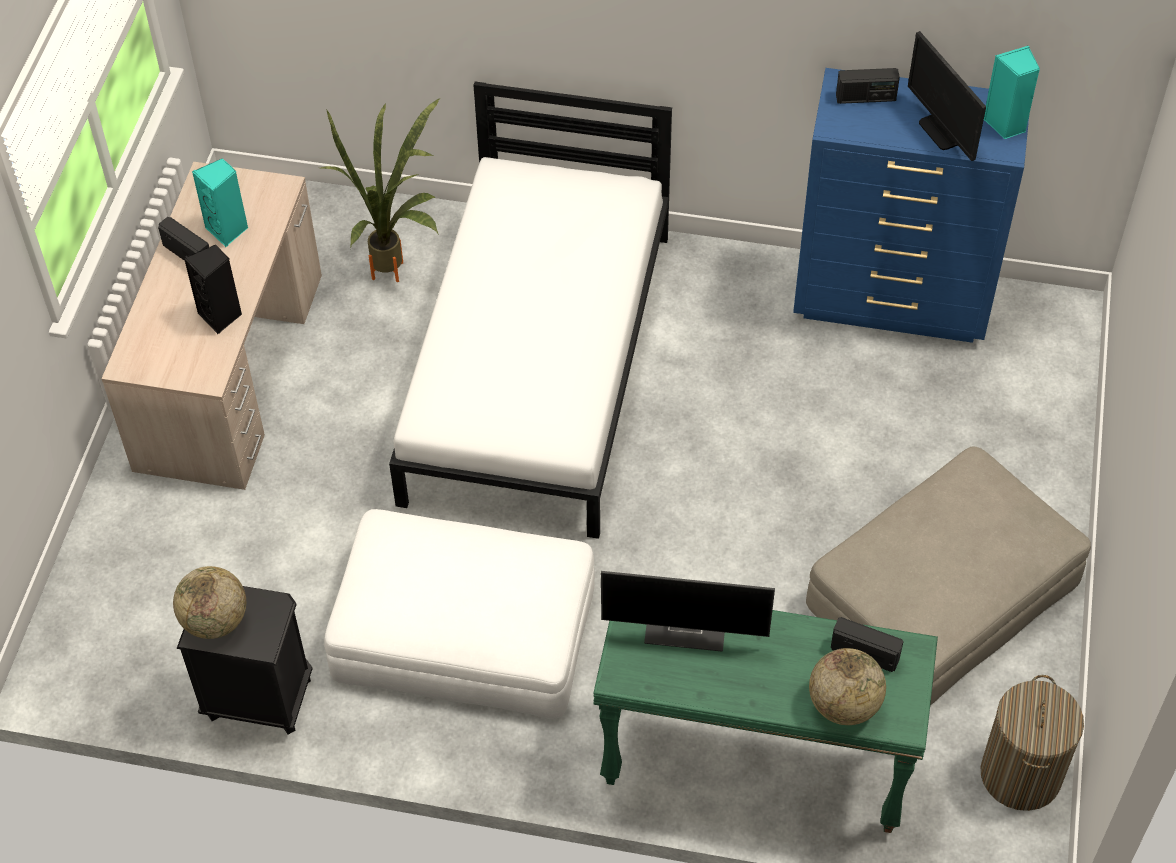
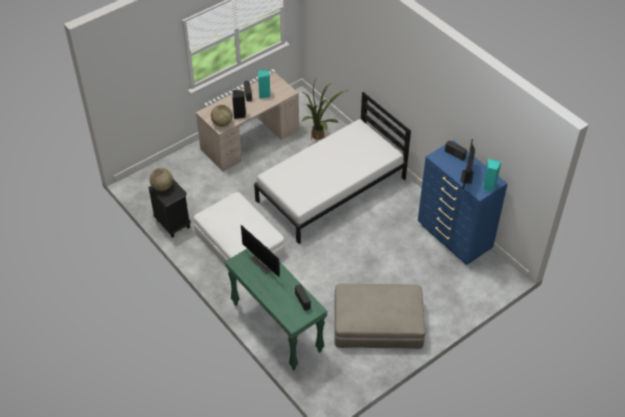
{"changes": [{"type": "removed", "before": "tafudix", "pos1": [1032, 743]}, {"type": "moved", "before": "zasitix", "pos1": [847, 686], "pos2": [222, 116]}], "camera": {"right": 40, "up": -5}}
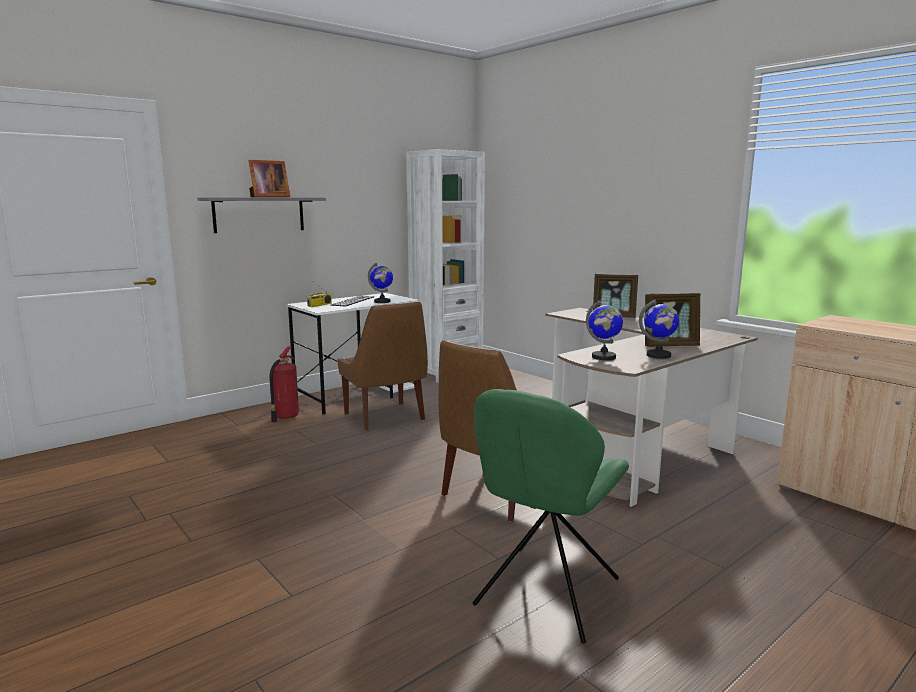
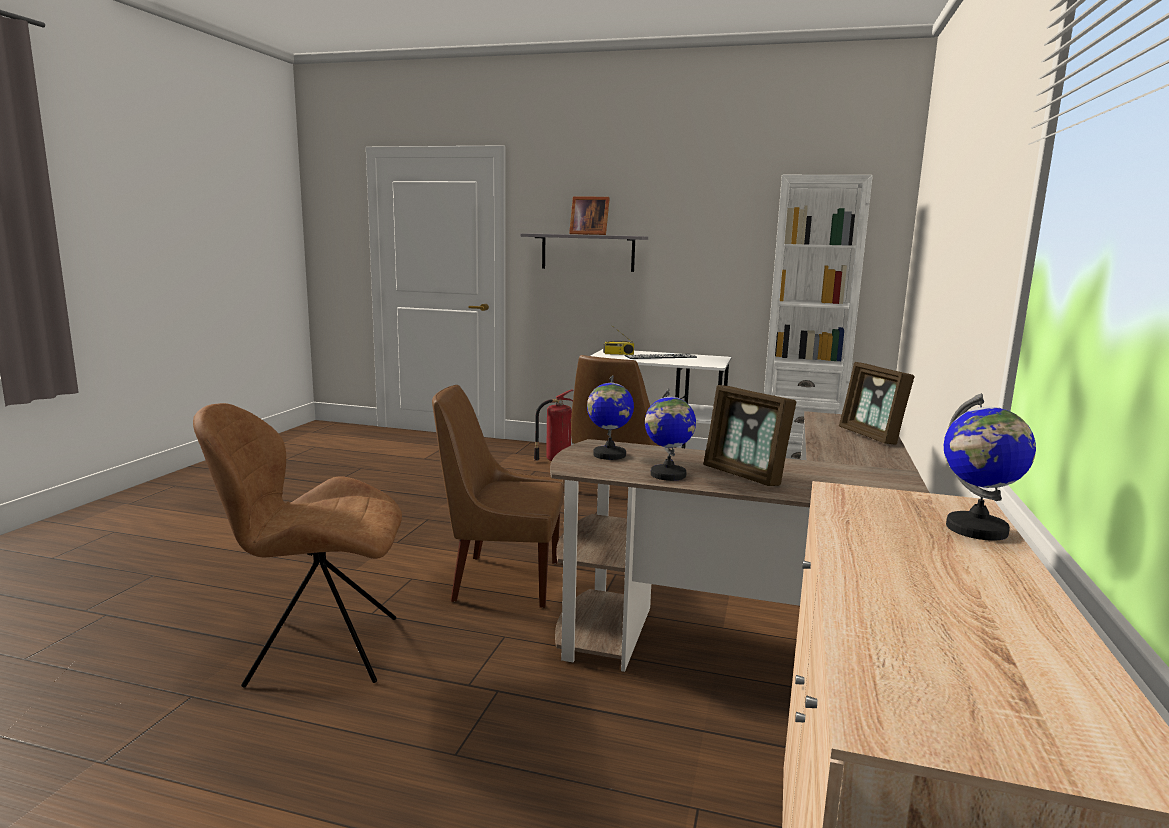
{"changes": [{"type": "moved", "before": "zasitix", "pos1": [380, 283], "pos2": [990, 466]}, {"type": "recoloured", "before": "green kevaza", "after": "brown kevaza", "pos1": [551, 516], "pos2": [297, 545]}], "camera": {"right": 55, "up": 0}}
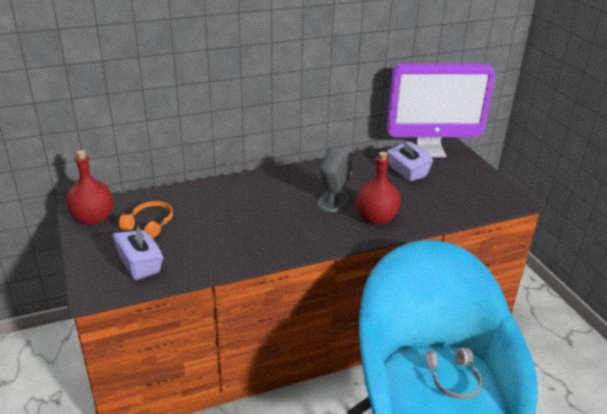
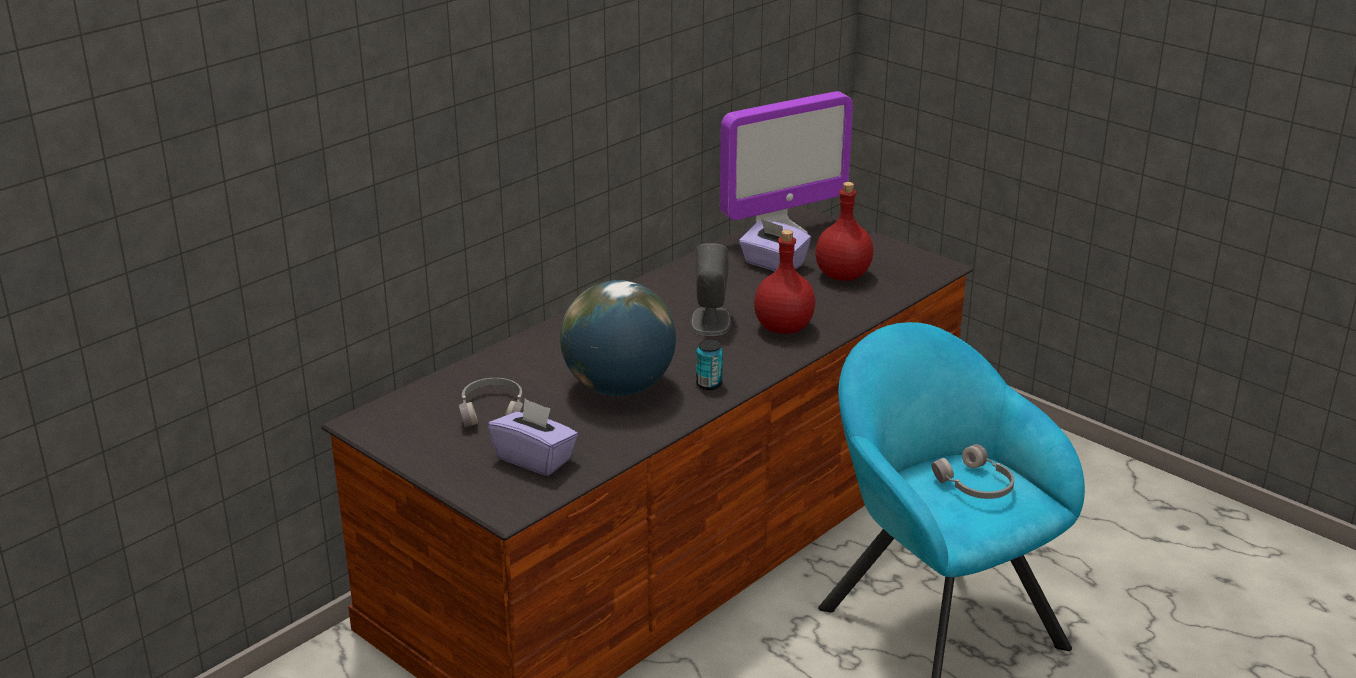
{"changes": [{"type": "added", "after": "zasitix", "pos2": [618, 338]}, {"type": "added", "after": "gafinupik", "pos2": [709, 365]}, {"type": "moved", "before": "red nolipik", "pos1": [90, 187], "pos2": [844, 231]}, {"type": "recoloured", "before": "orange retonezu", "after": "grey retonezu", "pos1": [146, 219], "pos2": [491, 402]}], "camera": {"right": -25, "up": -5}}
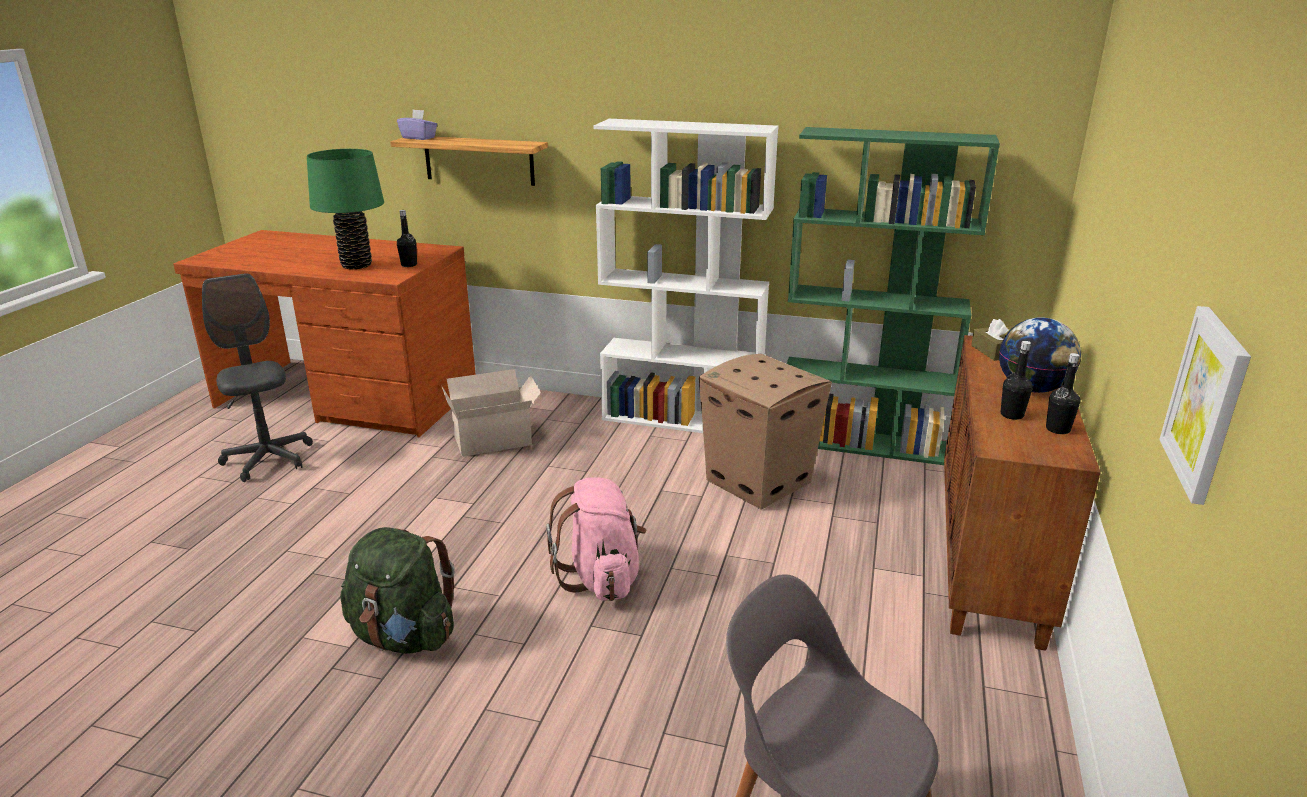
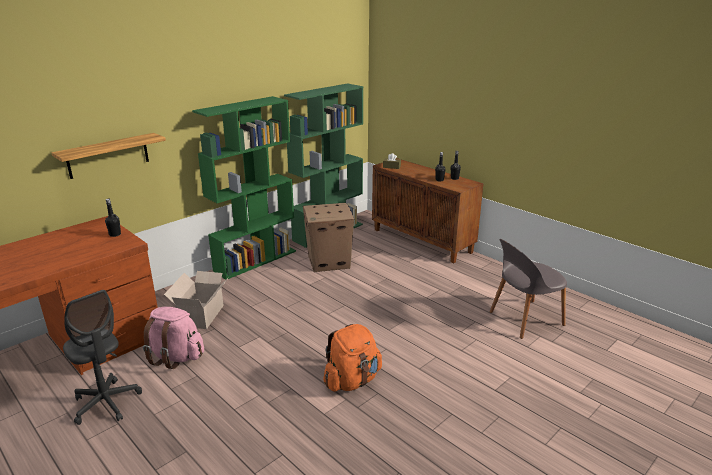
{"changes": [{"type": "removed", "before": "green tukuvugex", "pos1": [345, 209]}, {"type": "removed", "before": "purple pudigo", "pos1": [417, 124]}, {"type": "removed", "before": "zasitix", "pos1": [1040, 355]}, {"type": "removed", "before": "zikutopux", "pos1": [1205, 405]}, {"type": "moved", "before": "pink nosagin", "pos1": [596, 539], "pos2": [173, 338]}, {"type": "recoloured", "before": "green nosagin", "after": "orange nosagin", "pos1": [397, 590], "pos2": [352, 358]}, {"type": "recoloured", "before": "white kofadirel", "after": "green kofadirel", "pos1": [686, 276], "pos2": [244, 188]}, {"type": "turned", "before": "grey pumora", "pos1": [257, 377], "pos2": [102, 357], "turn": -135}], "camera": {"right": -60, "up": 0}}
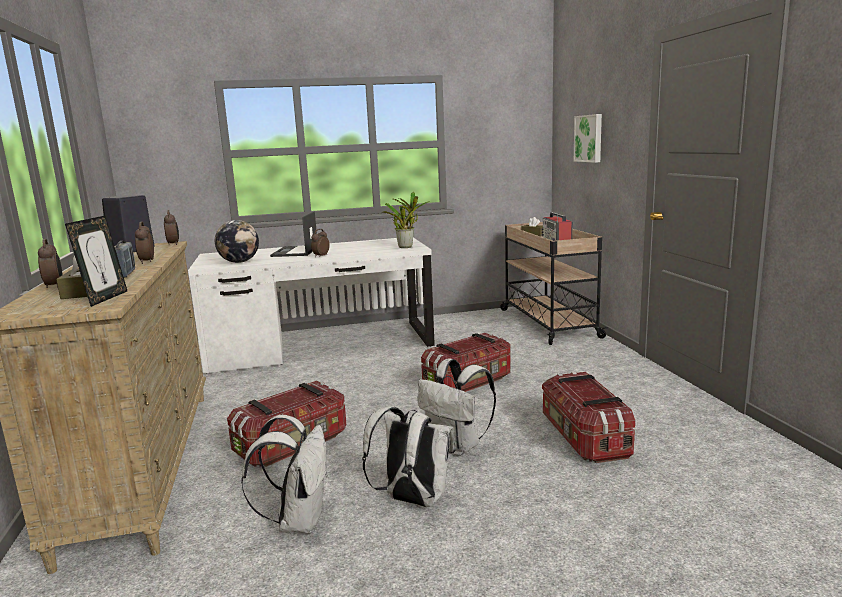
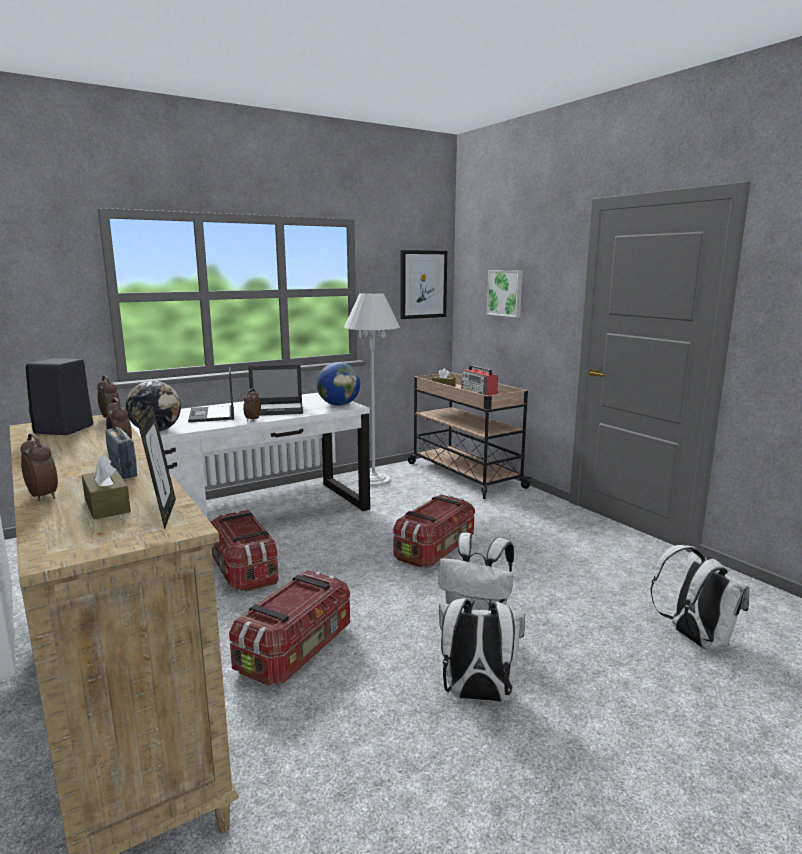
{"changes": [{"type": "added", "after": "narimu", "pos2": [275, 390]}, {"type": "added", "after": "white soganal", "pos2": [372, 389]}, {"type": "added", "after": "zikutopux", "pos2": [424, 284]}, {"type": "moved", "before": "white nosagin", "pos1": [284, 474], "pos2": [700, 597]}, {"type": "moved", "before": "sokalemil", "pos1": [588, 417], "pos2": [245, 551]}, {"type": "replaced", "before": "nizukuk", "after": "zasitix", "pos1": [406, 220], "pos2": [338, 384]}], "camera": {"right": -20, "up": 0}}
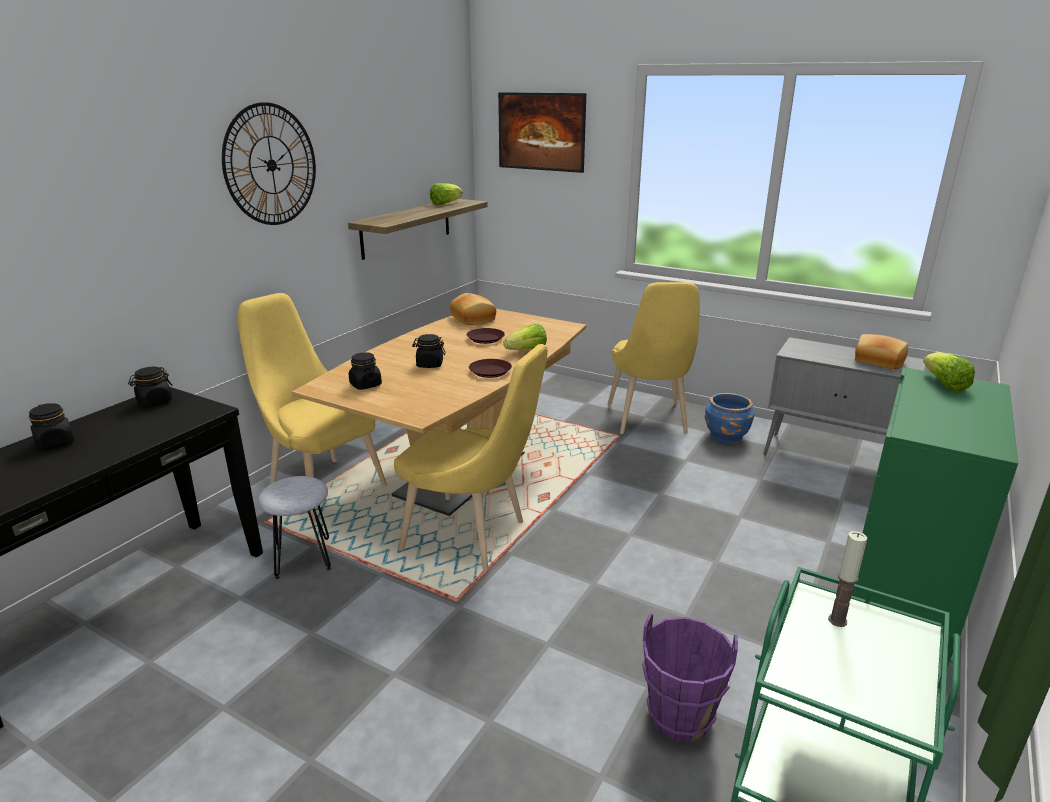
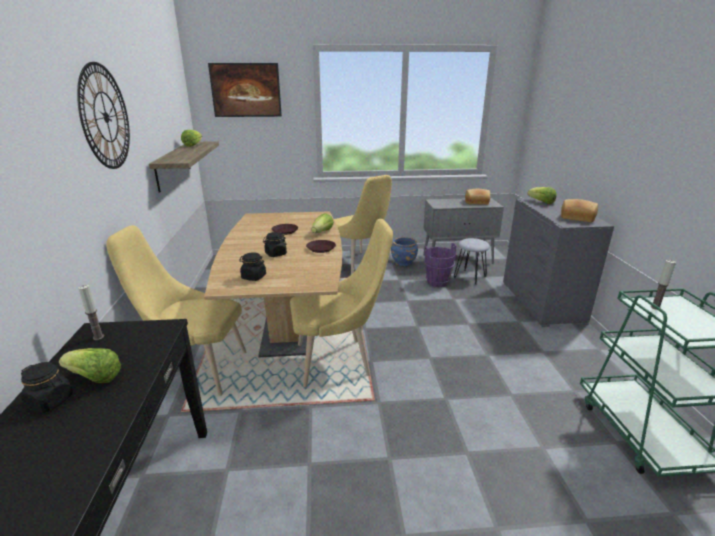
{"changes": [{"type": "added", "after": "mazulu", "pos2": [90, 365]}, {"type": "moved", "before": "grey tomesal", "pos1": [294, 527], "pos2": [472, 261]}, {"type": "moved", "before": "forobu", "pos1": [473, 309], "pos2": [579, 210]}, {"type": "moved", "before": "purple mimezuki", "pos1": [690, 678], "pos2": [440, 265]}, {"type": "replaced", "before": "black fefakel", "after": "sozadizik", "pos1": [150, 387], "pos2": [91, 312]}, {"type": "recoloured", "before": "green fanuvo", "after": "grey fanuvo", "pos1": [935, 506], "pos2": [558, 262]}], "camera": {"right": -35, "up": 0}}
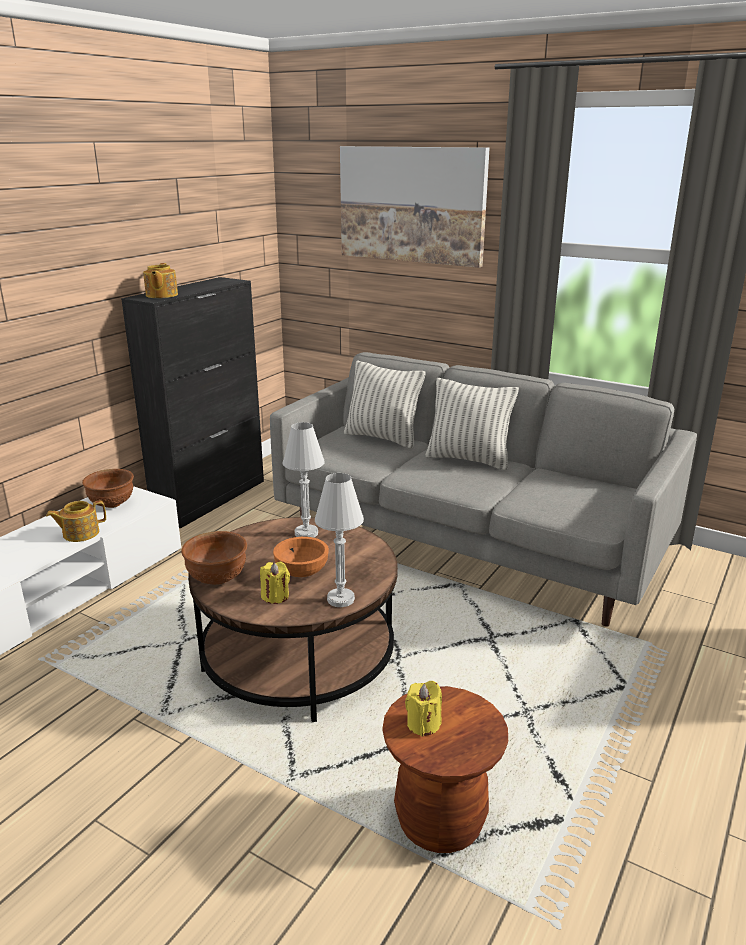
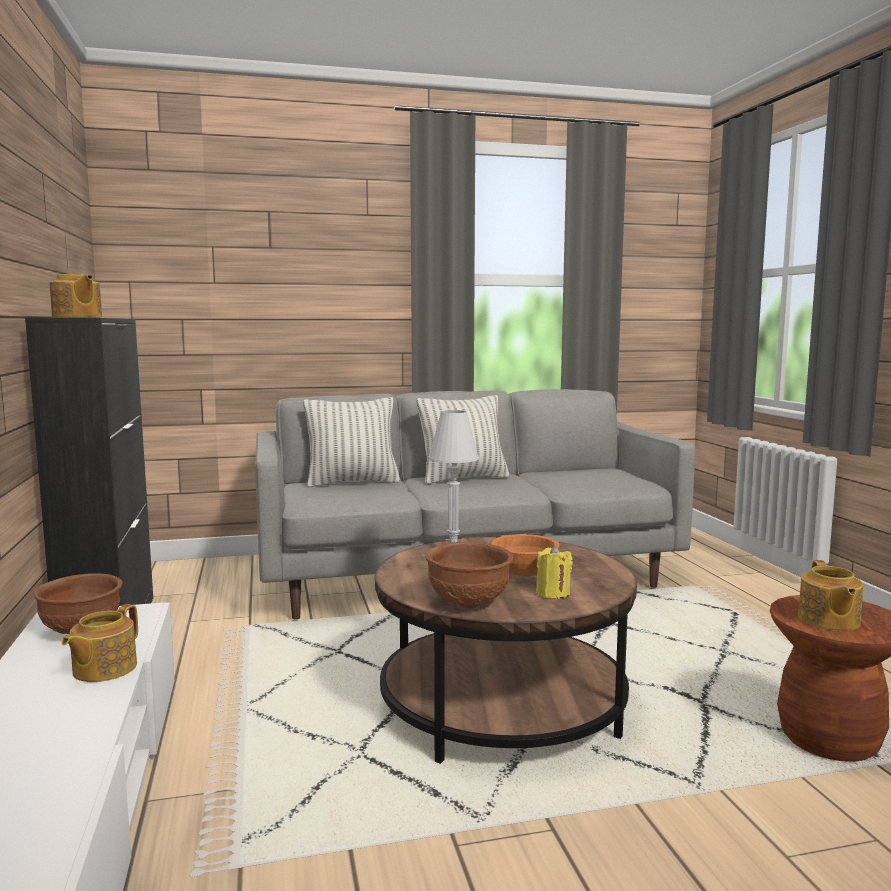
{"changes": [{"type": "removed", "before": "white tukuvugex", "pos1": [339, 540]}, {"type": "removed", "before": "zikutopux", "pos1": [415, 207]}, {"type": "replaced", "before": "yellow sozadizik", "after": "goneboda", "pos1": [423, 709], "pos2": [830, 595]}], "camera": {"right": -45, "up": -15}}
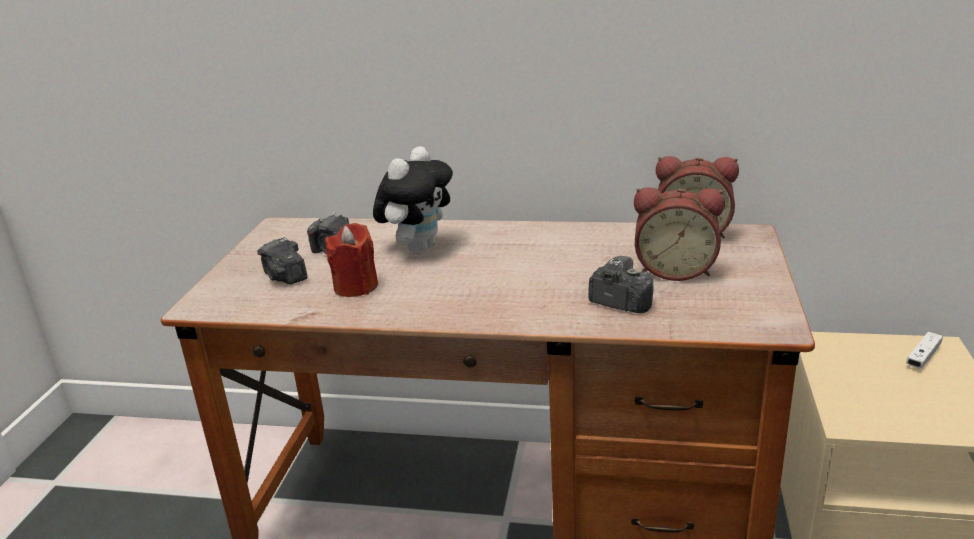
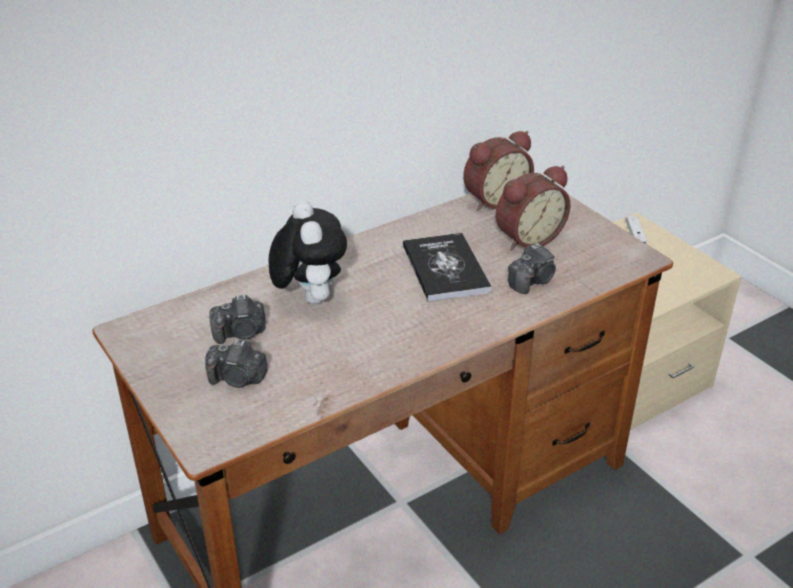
{"changes": [{"type": "removed", "before": "red sozadizik", "pos1": [351, 260]}, {"type": "added", "after": "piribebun", "pos2": [447, 267]}, {"type": "turned", "before": "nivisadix", "pos1": [620, 284], "pos2": [532, 268], "turn": 150}], "camera": {"right": -45, "up": 10}}
